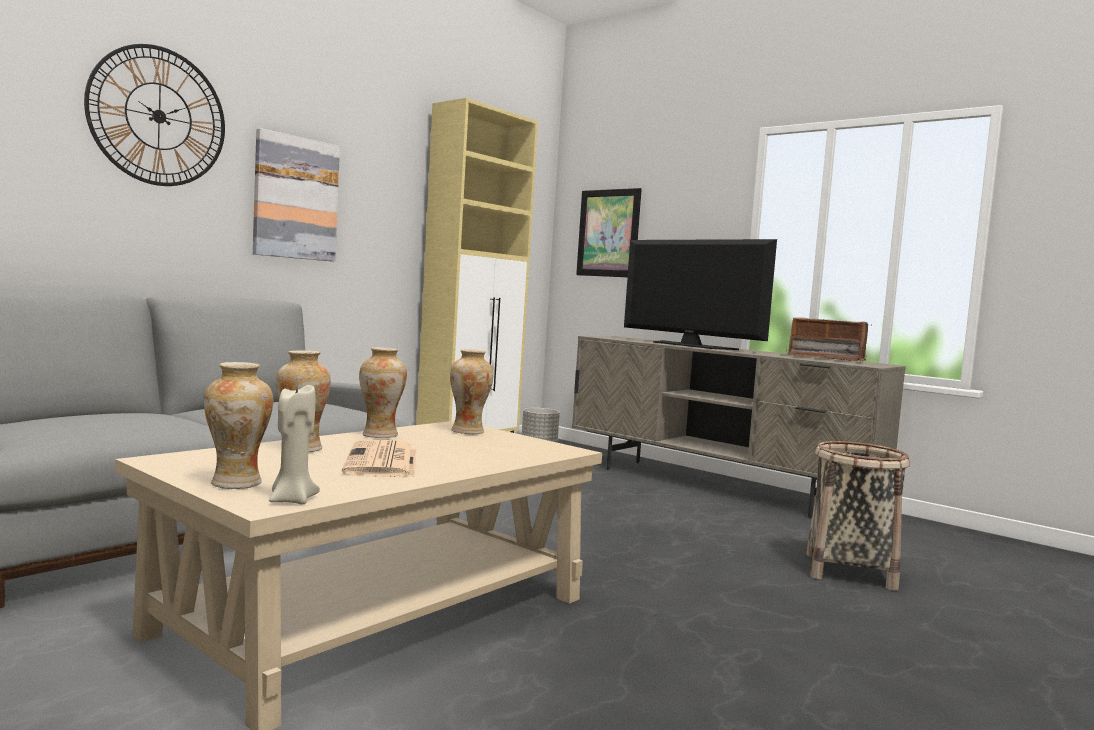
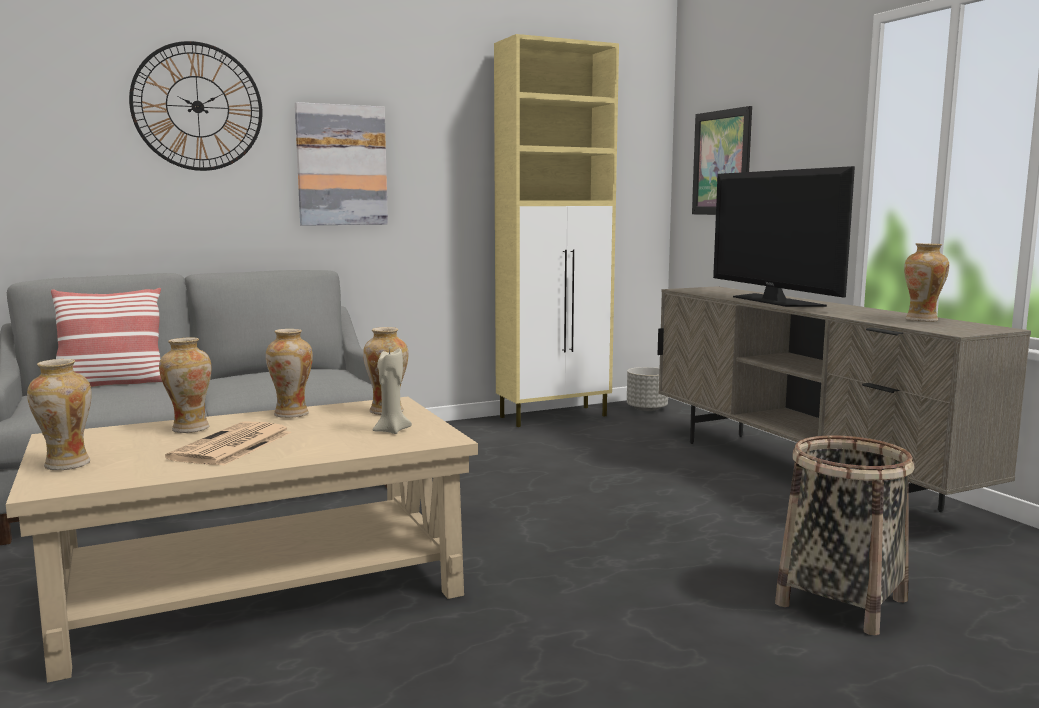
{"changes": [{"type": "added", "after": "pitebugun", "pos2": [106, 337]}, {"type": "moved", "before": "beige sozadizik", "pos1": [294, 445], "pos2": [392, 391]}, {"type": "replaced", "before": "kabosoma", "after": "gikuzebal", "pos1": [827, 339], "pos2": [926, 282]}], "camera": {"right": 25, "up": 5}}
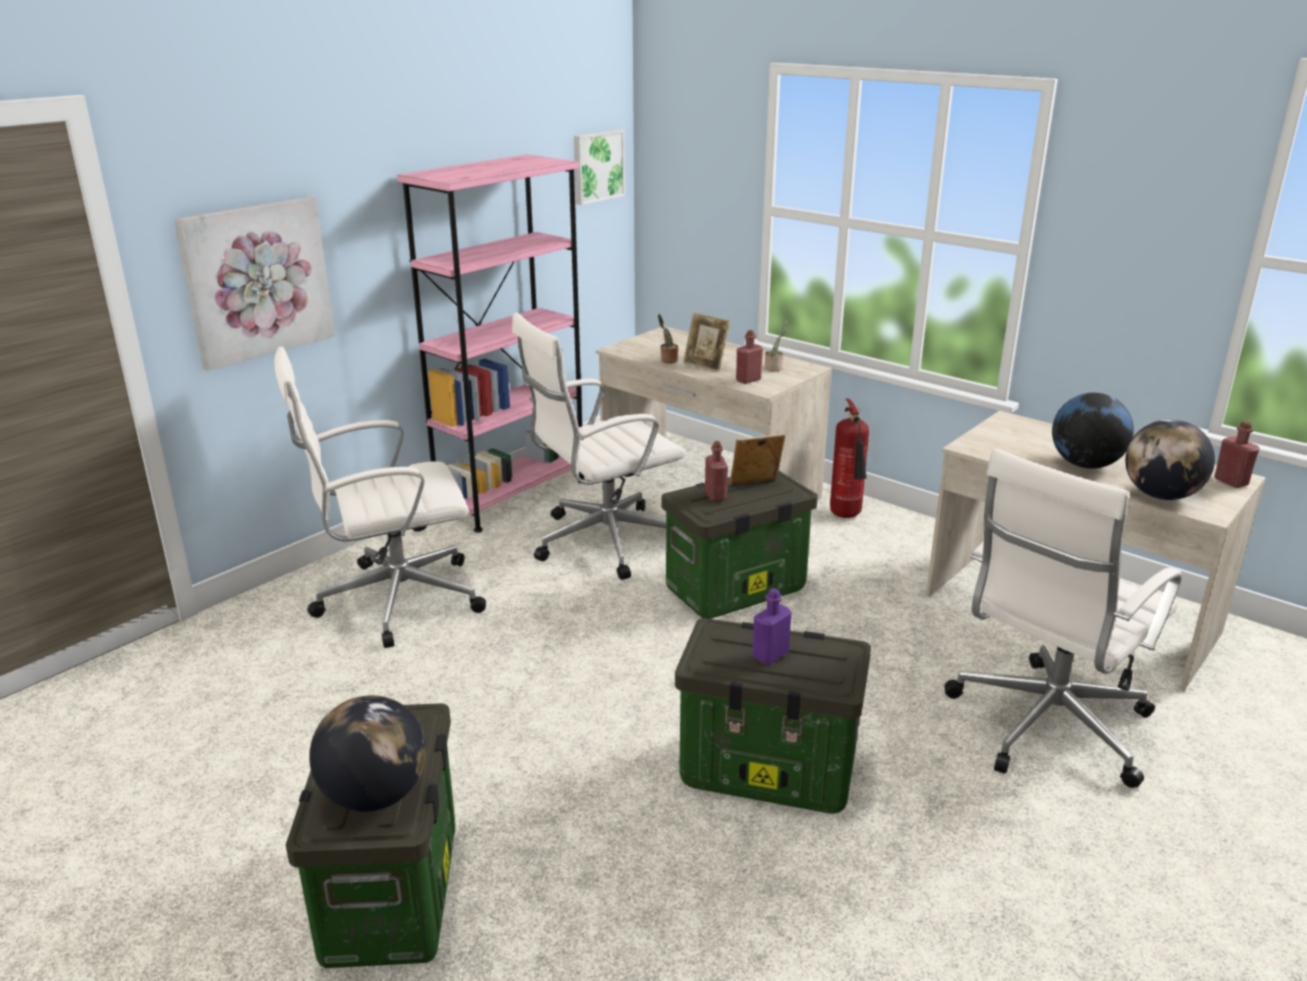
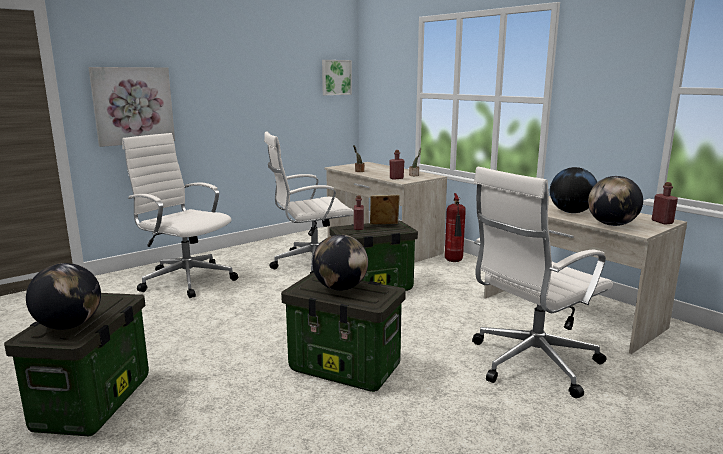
{"changes": [{"type": "removed", "before": "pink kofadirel", "pos1": [491, 343]}, {"type": "removed", "before": "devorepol", "pos1": [706, 342]}, {"type": "replaced", "before": "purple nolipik", "after": "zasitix", "pos1": [772, 626], "pos2": [340, 262]}, {"type": "turned", "before": "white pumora", "pos1": [380, 497], "pos2": [180, 215], "turn": 45}], "camera": {"right": 10, "up": -10}}
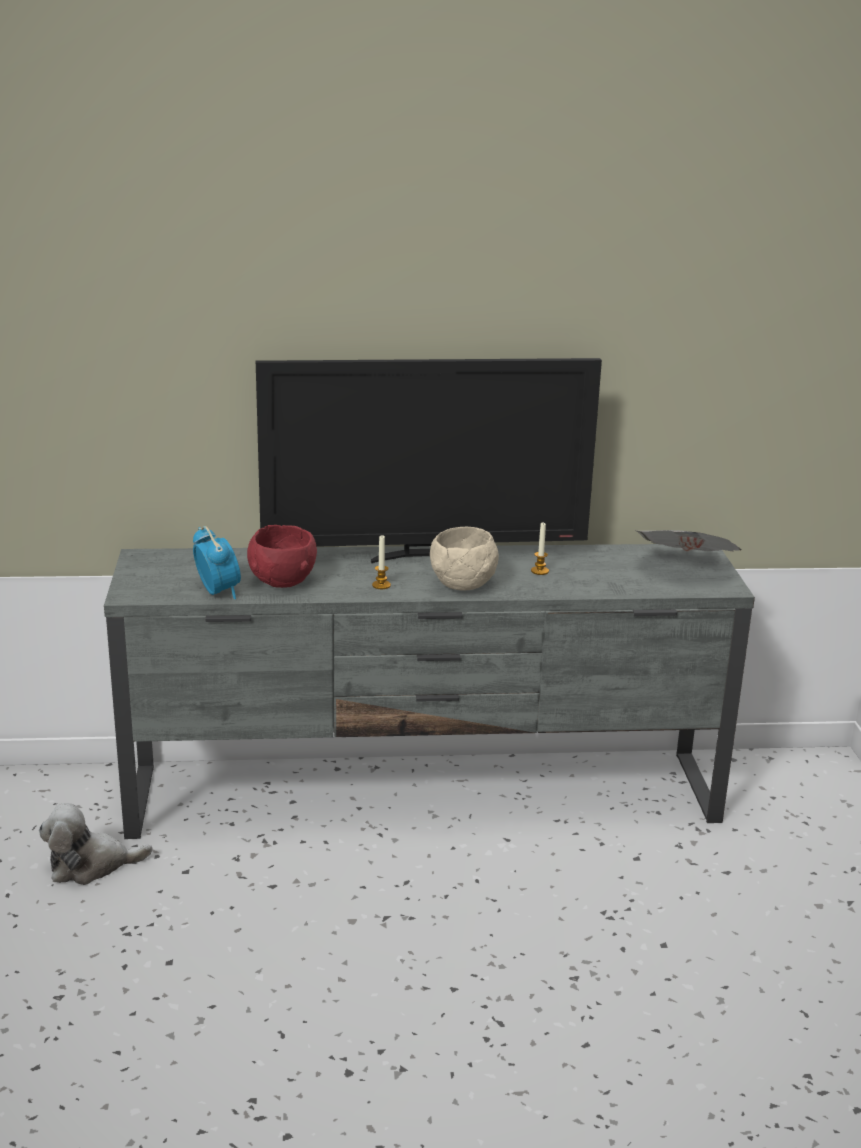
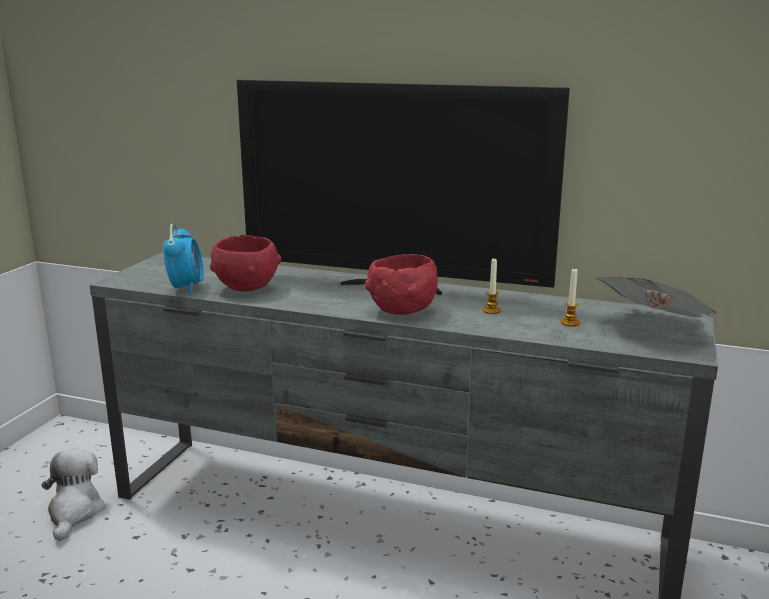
{"changes": [{"type": "moved", "before": "sozadizik", "pos1": [381, 562], "pos2": [570, 297]}, {"type": "recoloured", "before": "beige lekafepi", "after": "red lekafepi", "pos1": [464, 558], "pos2": [401, 284]}, {"type": "turned", "before": "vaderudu", "pos1": [96, 844], "pos2": [74, 495], "turn": 75}], "camera": {"right": 25, "up": -5}}
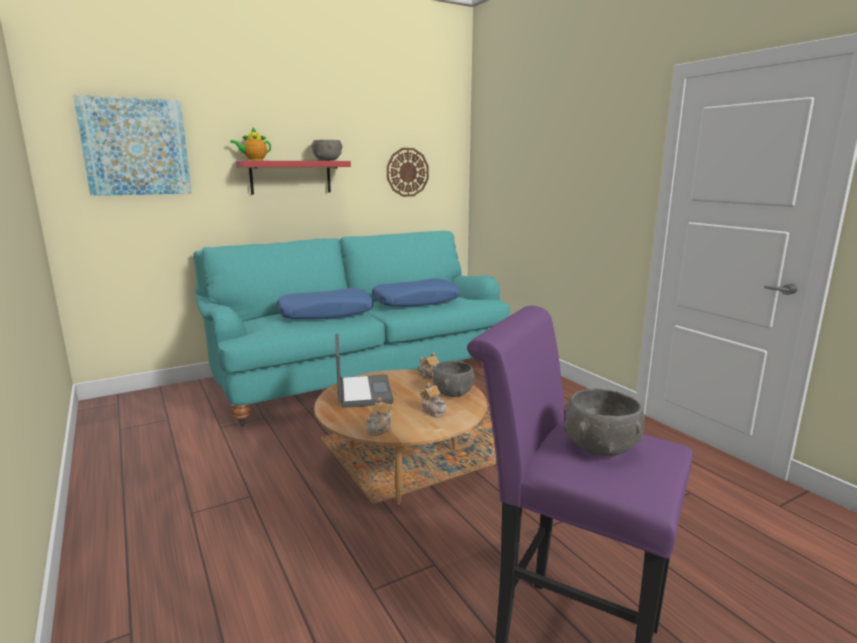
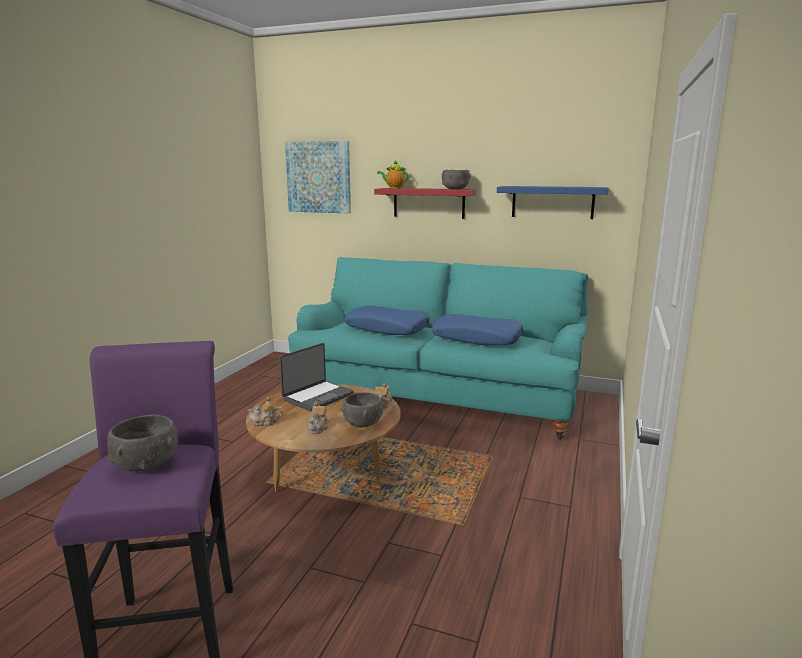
{"changes": [{"type": "replaced", "before": "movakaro", "after": "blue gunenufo", "pos1": [408, 172], "pos2": [553, 202]}], "camera": {"right": 50, "up": 0}}
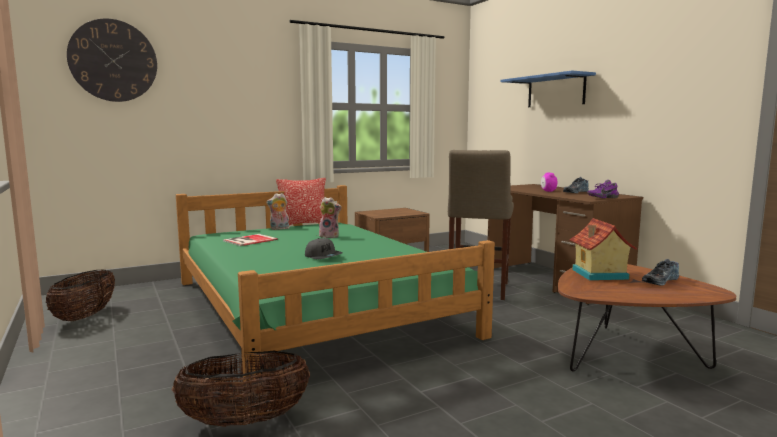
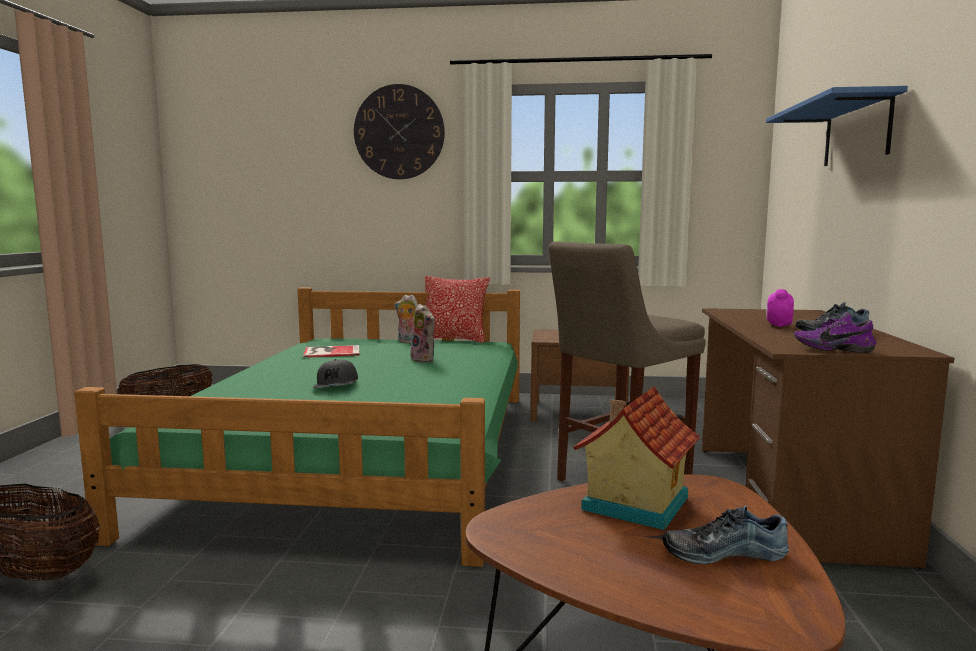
{"changes": [{"type": "moved", "before": "movakaro", "pos1": [112, 60], "pos2": [399, 131]}], "camera": {"right": 35, "up": 0}}
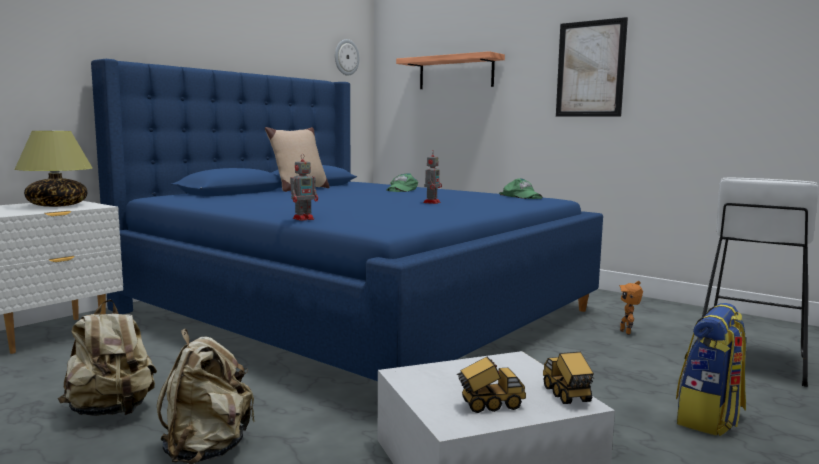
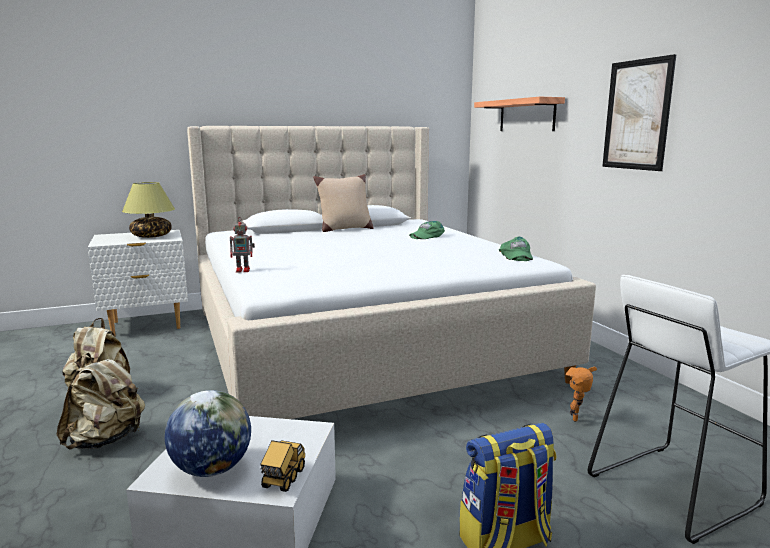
{"changes": [{"type": "removed", "before": "movakaro", "pos1": [347, 57]}, {"type": "removed", "before": "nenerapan", "pos1": [432, 177]}, {"type": "replaced", "before": "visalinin", "after": "zasitix", "pos1": [491, 385], "pos2": [208, 433]}, {"type": "recoloured", "before": "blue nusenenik", "after": "beige nusenenik", "pos1": [347, 220], "pos2": [391, 272]}], "camera": {"right": 30, "up": 5}}
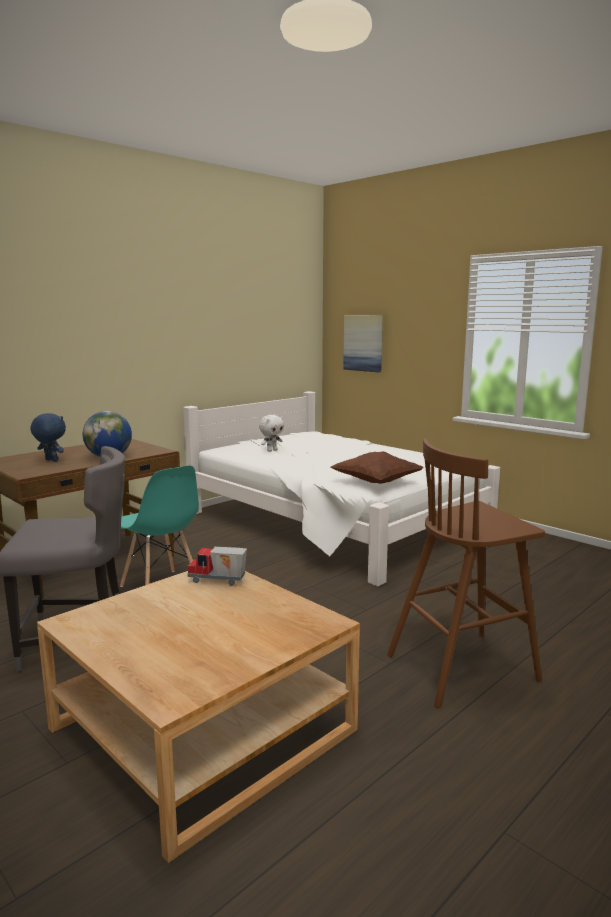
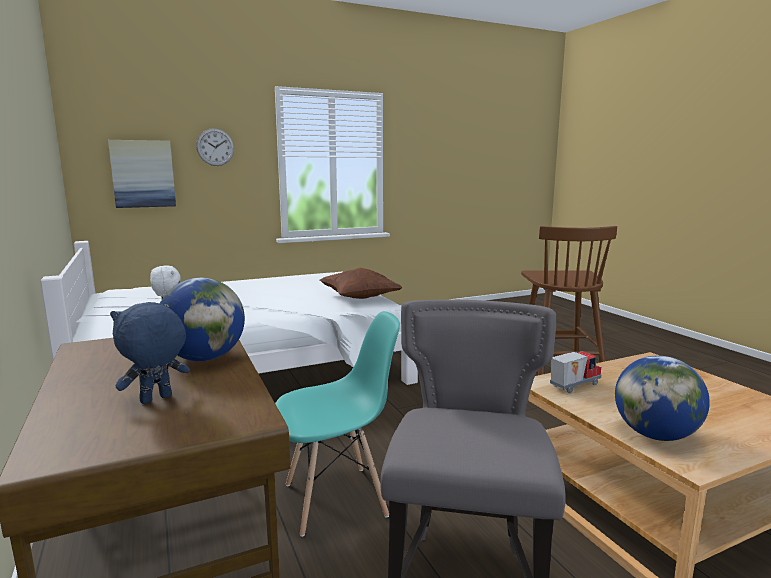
{"changes": [{"type": "added", "after": "movakaro", "pos2": [215, 147]}, {"type": "added", "after": "zasitix", "pos2": [662, 398]}, {"type": "turned", "before": "visalinin", "pos1": [217, 566], "pos2": [576, 372], "turn": -150}], "camera": {"right": -70, "up": 0}}
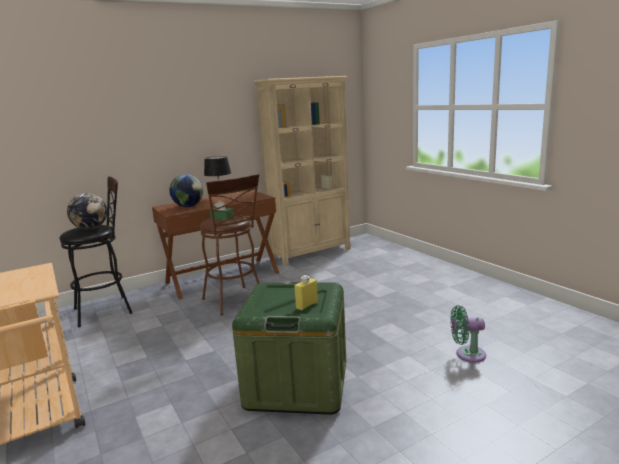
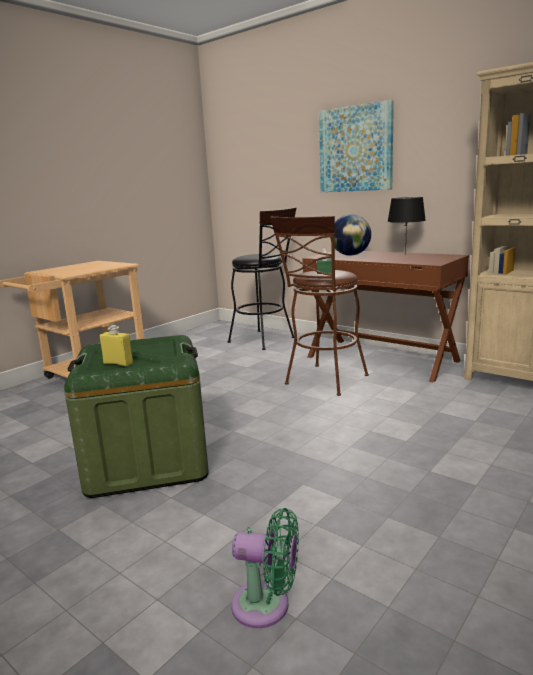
{"changes": [{"type": "removed", "before": "zasitix", "pos1": [87, 211]}, {"type": "added", "after": "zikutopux", "pos2": [356, 146]}, {"type": "turned", "before": "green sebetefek", "pos1": [468, 333], "pos2": [265, 568], "turn": 120}], "camera": {"right": 70, "up": 0}}
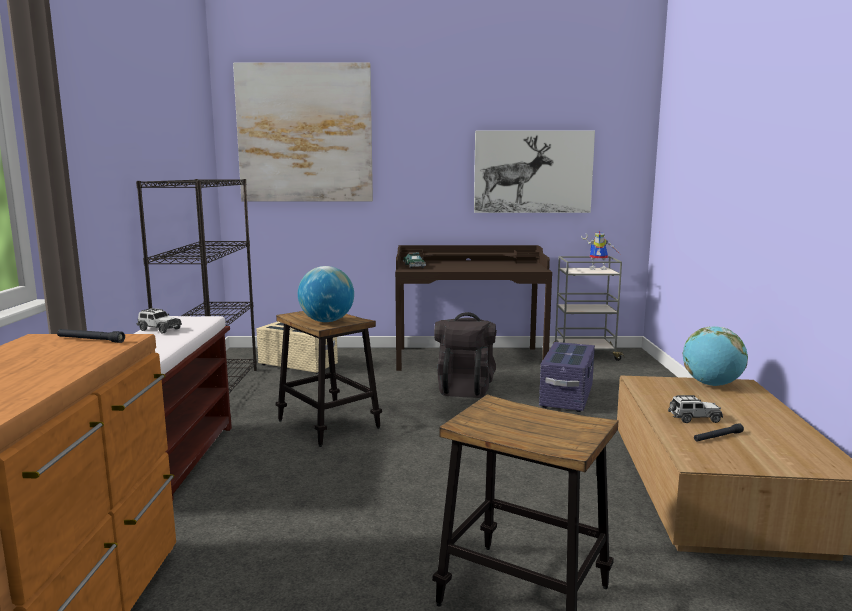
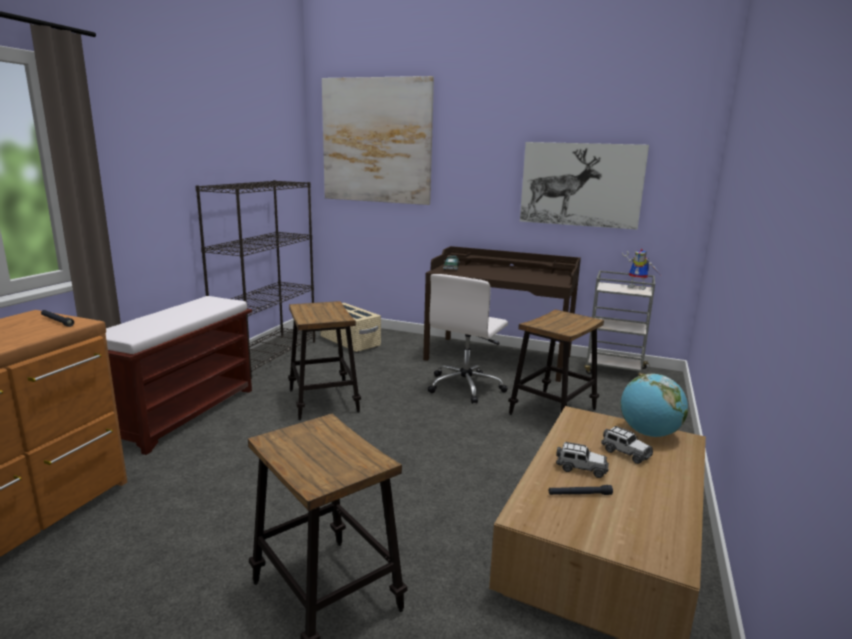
{"changes": [{"type": "removed", "before": "zasitix", "pos1": [326, 294]}, {"type": "moved", "before": "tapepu", "pos1": [159, 320], "pos2": [627, 445]}, {"type": "replaced", "before": "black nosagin", "after": "white pumora", "pos1": [465, 355], "pos2": [467, 339]}, {"type": "replaced", "before": "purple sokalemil", "after": "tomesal", "pos1": [567, 377], "pos2": [556, 363]}], "camera": {"right": 20, "up": 5}}
